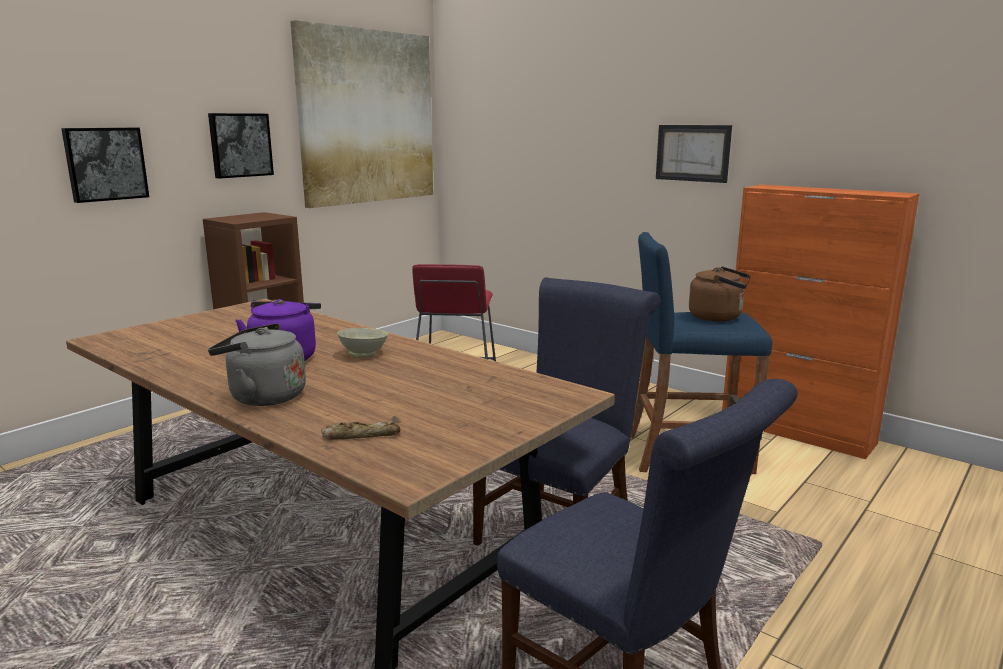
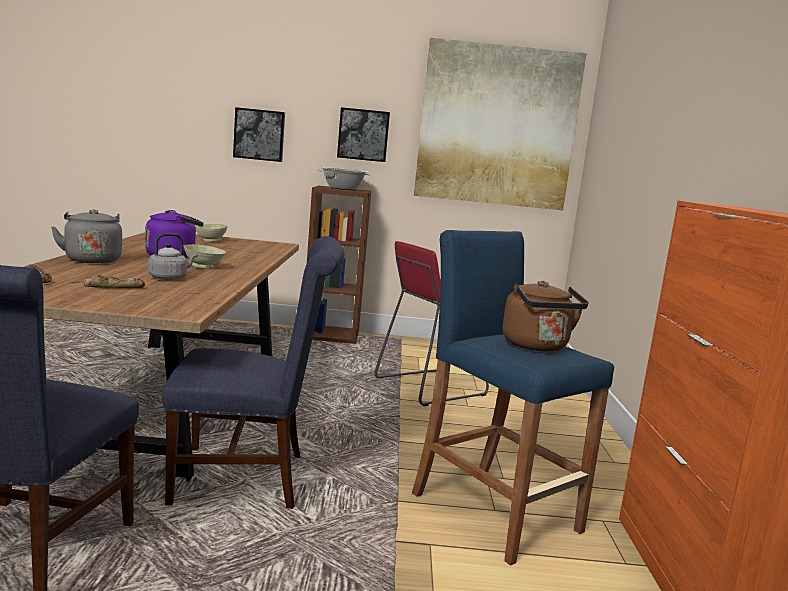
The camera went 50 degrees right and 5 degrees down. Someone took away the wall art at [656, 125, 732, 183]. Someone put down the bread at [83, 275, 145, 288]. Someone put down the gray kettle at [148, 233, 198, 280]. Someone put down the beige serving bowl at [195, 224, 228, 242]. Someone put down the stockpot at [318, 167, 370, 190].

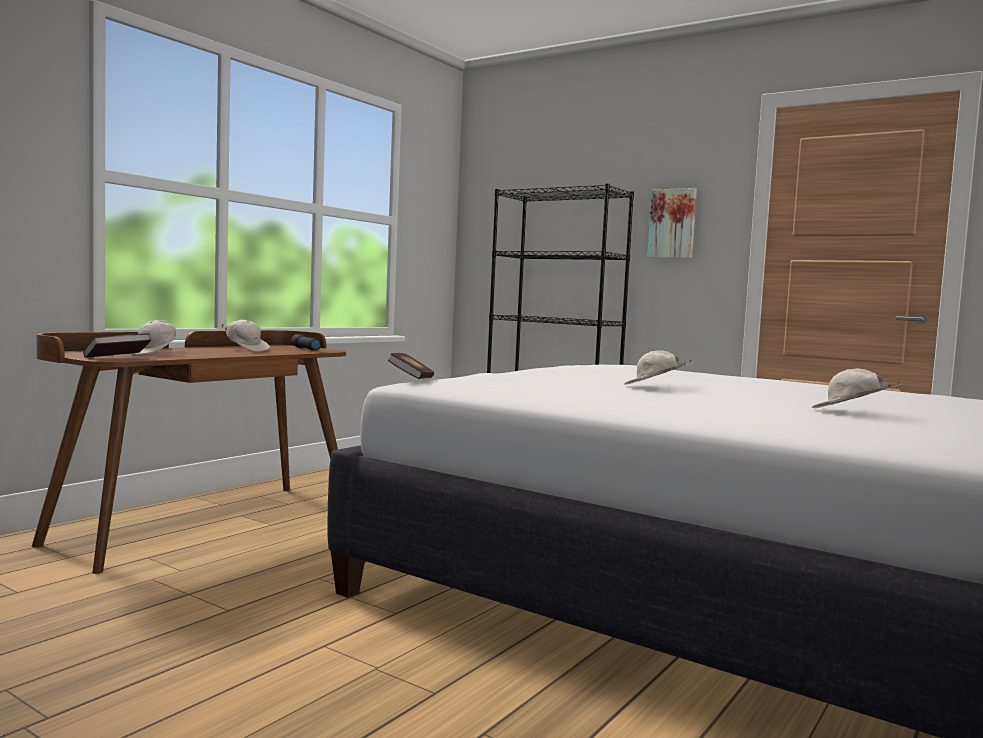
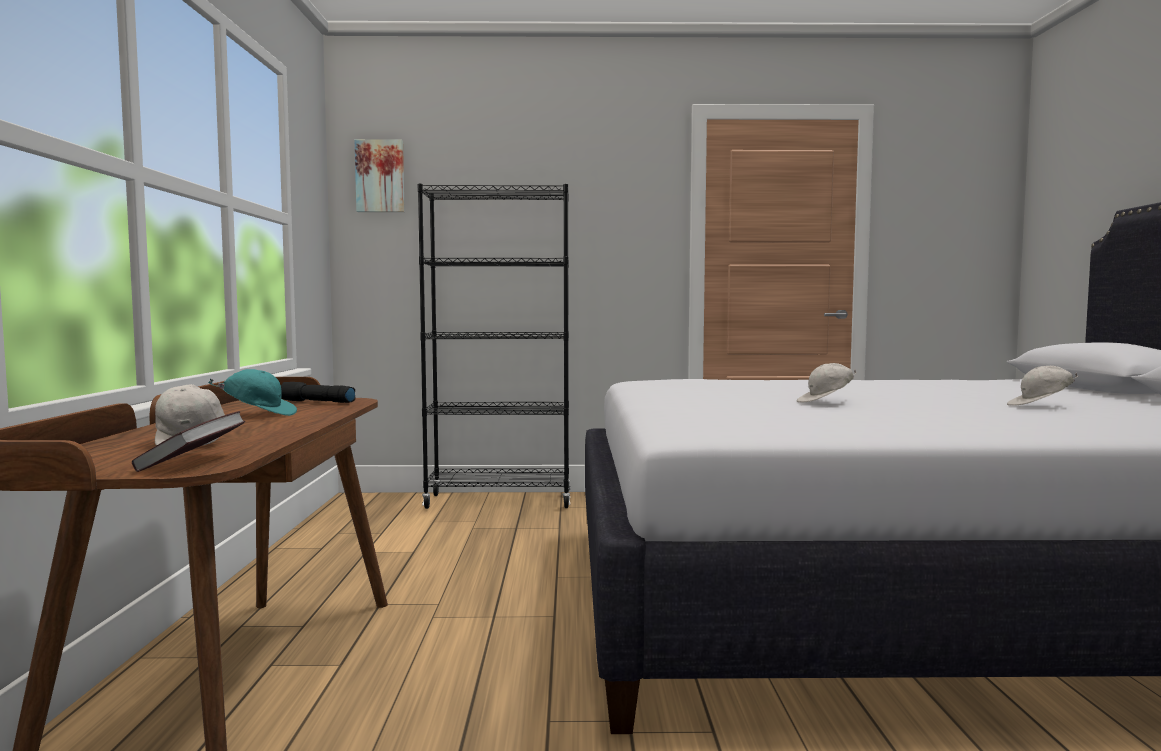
The camera went 35 degrees left and 0 degrees up. Someone repainted the white cap at [221, 320, 270, 352], which became the turquoise cap at [208, 369, 297, 416]. Someone took away the volume at [388, 353, 434, 379]. Someone carried the wall art from [647, 188, 697, 258] to [355, 139, 405, 212].

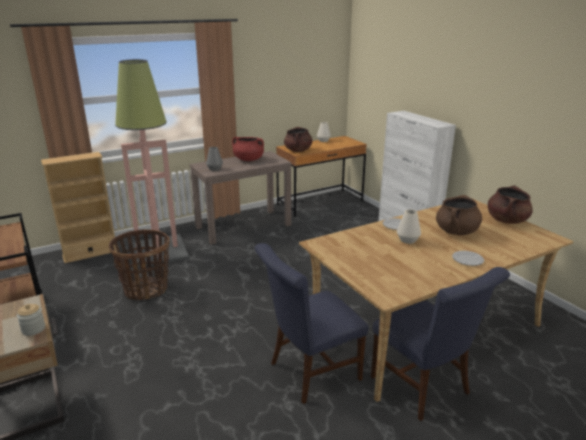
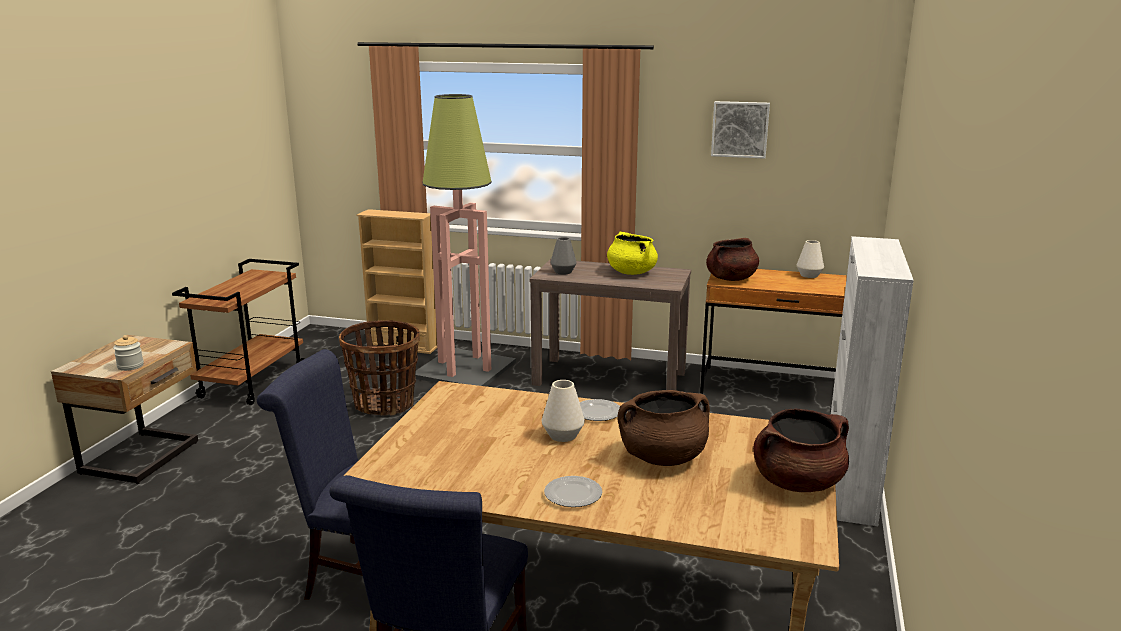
The camera went 45 degrees right and 5 degrees down. Someone repainted the reddish stockpot at [232, 137, 264, 161], which became the yellow stockpot at [607, 231, 658, 275]. Someone put up the wall art at [711, 101, 770, 159].

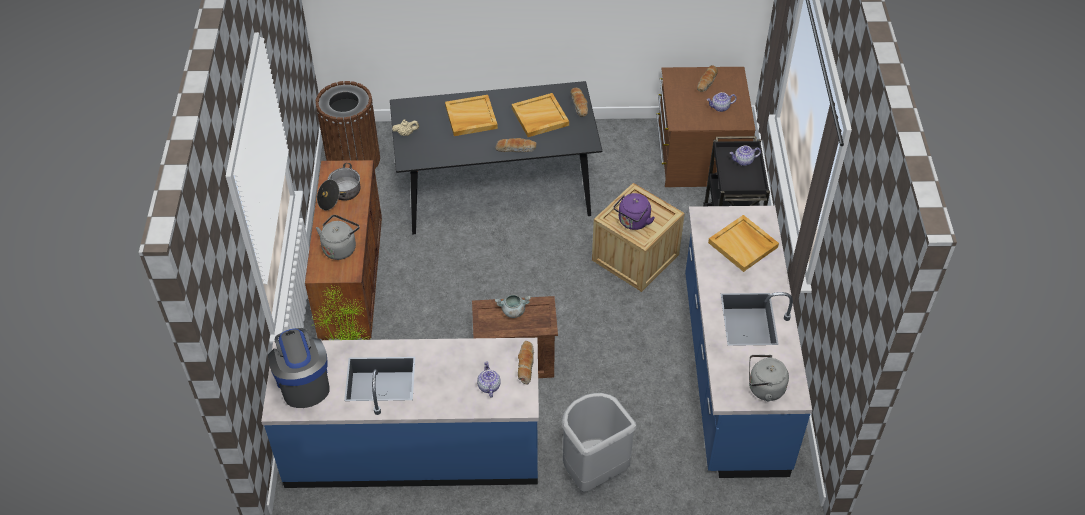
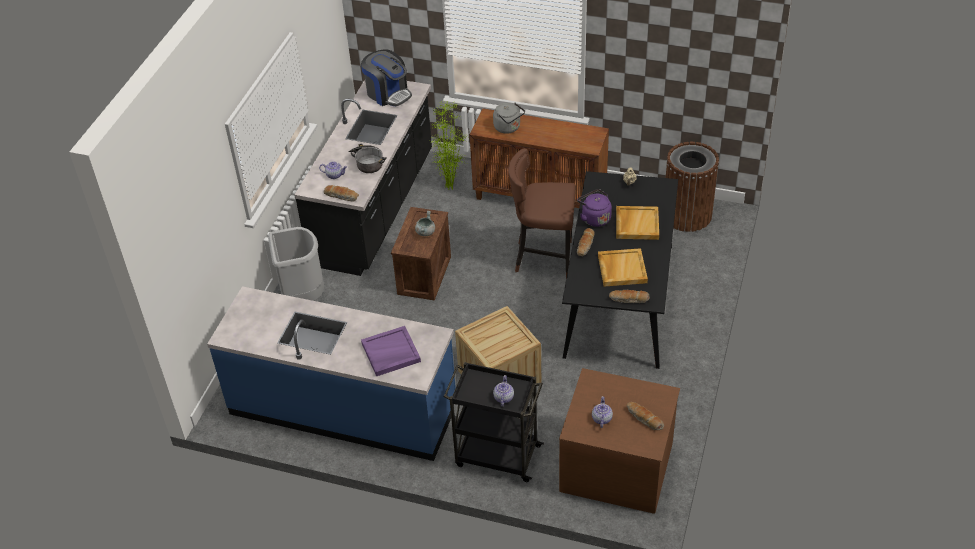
The camera went 110 degrees right and 5 degrees down. Someone repainted the blue kitchen counter at [261, 338, 539, 488], which became the blackish kitchen counter at [295, 80, 432, 276]. Someone rotated the coffee maker at [268, 328, 330, 408] by 45 degrees clockwise. Someone carried the stockpot from [317, 163, 361, 211] to [348, 144, 387, 173]. Someone carried the purple-coloured kettle from [614, 193, 655, 230] to [577, 189, 612, 227]. Someone repainted the beige carrying tray at [708, 215, 779, 272], which became the purple-coloured carrying tray at [361, 326, 421, 376]. Someone took away the gray kettle at [749, 355, 789, 401]. Someone put down the brown stool seat at [508, 148, 576, 278].

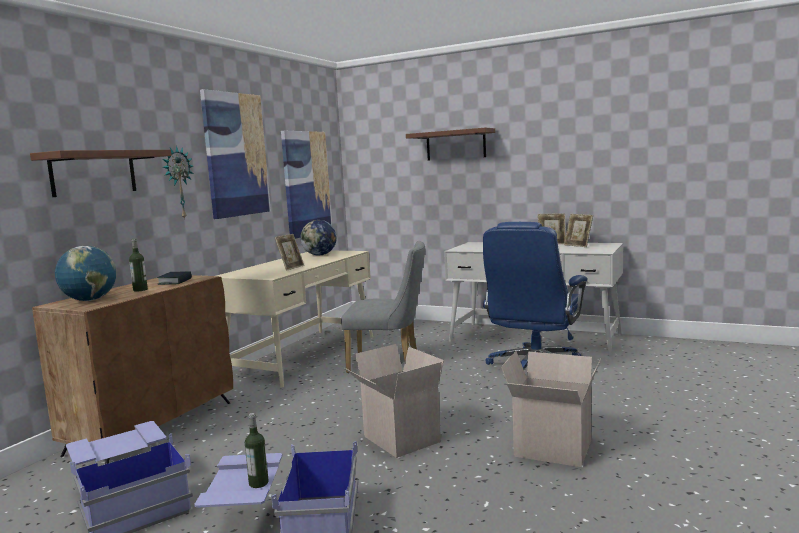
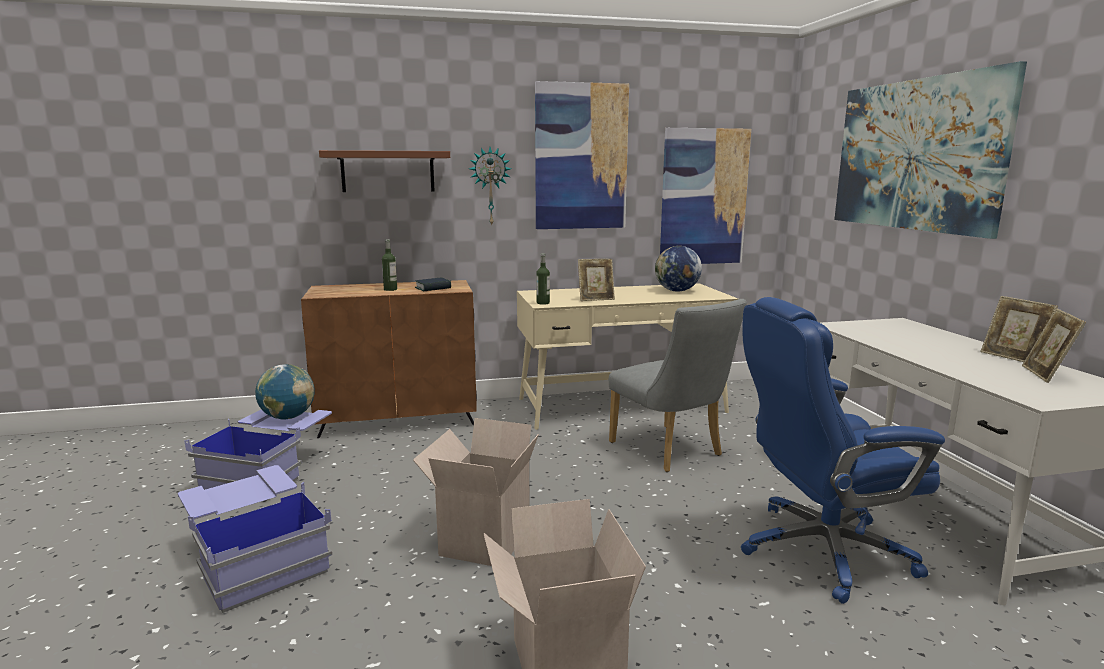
The camera went 50 degrees right and 5 degrees up. Someone carried the desk globe from [55, 246, 117, 301] to [255, 364, 315, 420]. Someone carried the beverage bottle from [245, 413, 269, 488] to [536, 253, 550, 305]. Someone swapped the brown wall shelf at [406, 128, 495, 161] for the wall art at [834, 61, 1027, 239].

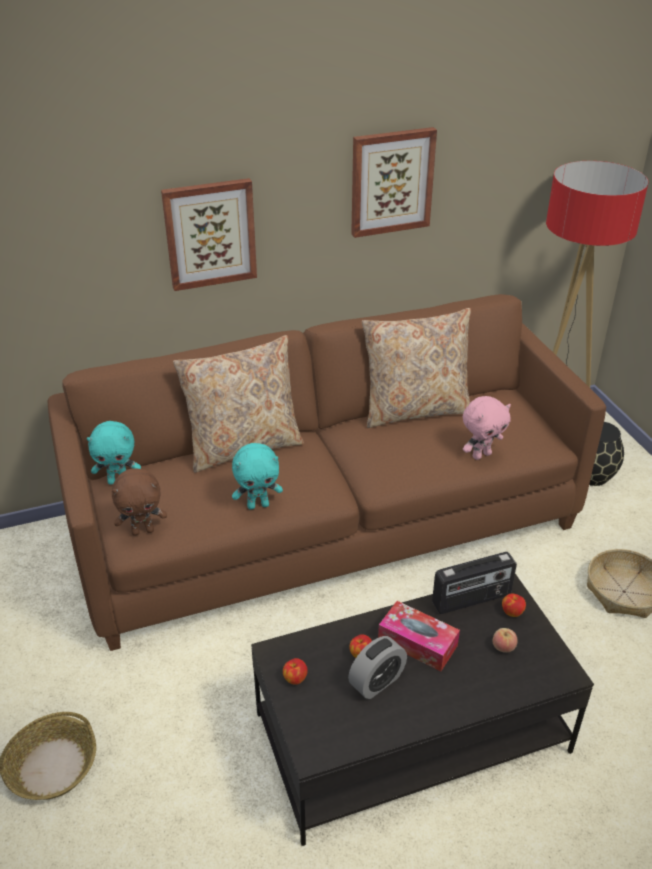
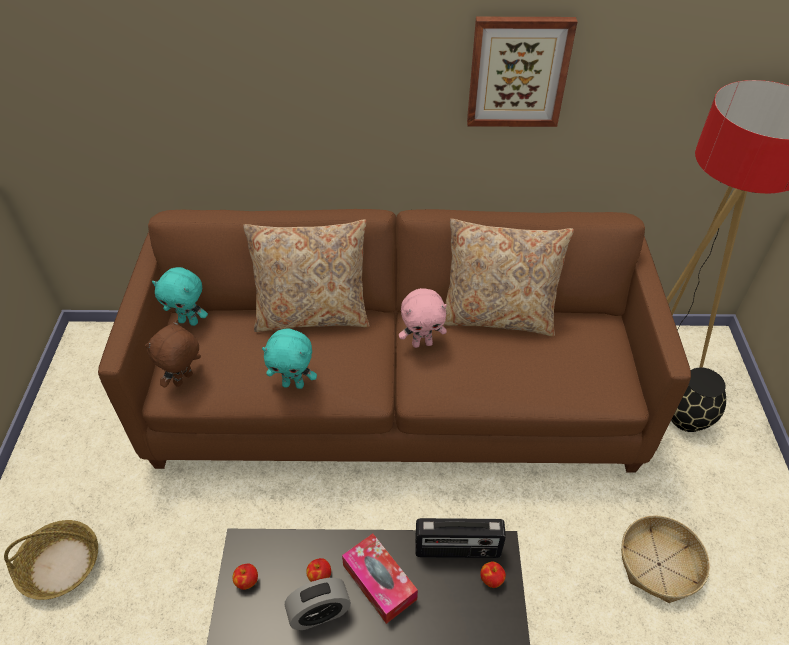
The camera went 20 degrees right and 10 degrees up. Someone rotated the brown plush toy at [112, 468, 167, 536] by 120 degrees clockwise. Someone took away the wall art at [161, 178, 257, 291]. Someone carried the pinkish plush toy from [463, 396, 511, 460] to [399, 288, 447, 348]. Someone took away the whole apple at [492, 628, 518, 652].

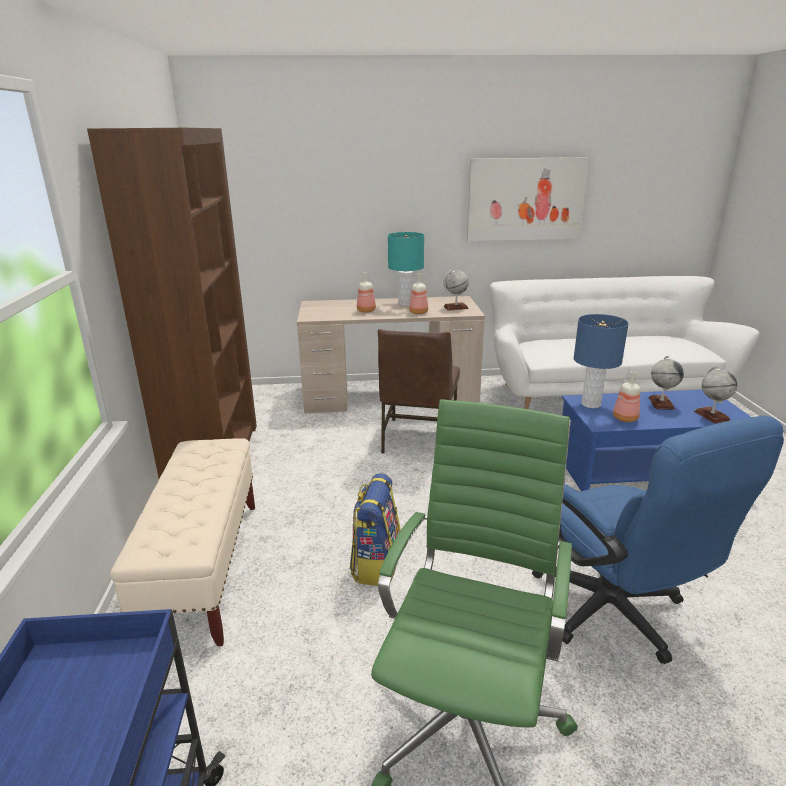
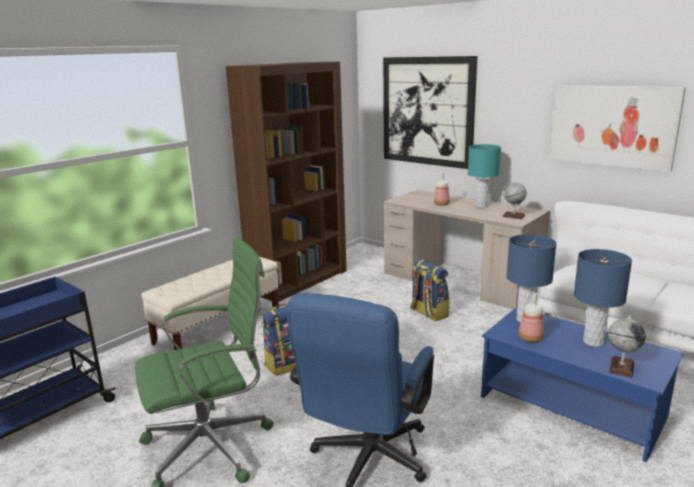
The camera went 45 degrees right and 5 degrees down. Someone swapped the brown plain chair at [378, 329, 460, 453] for the knapsack at [411, 259, 449, 321]. Someone took away the beverage bottle at [409, 273, 428, 314]. Someone swapped the desk globe at [648, 356, 684, 410] for the blue table lamp at [574, 249, 632, 347]. Someone put up the wall art at [383, 56, 477, 169].

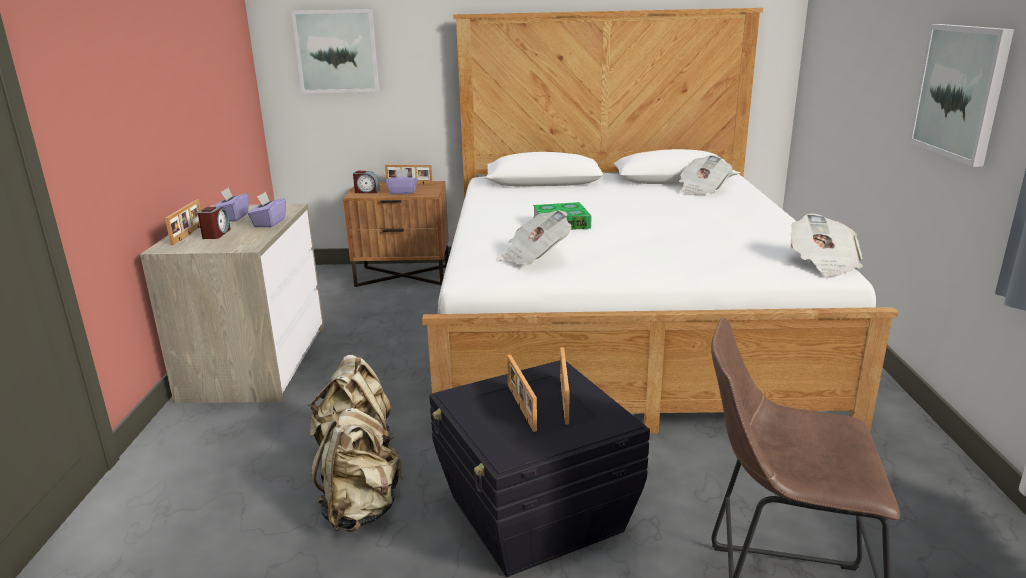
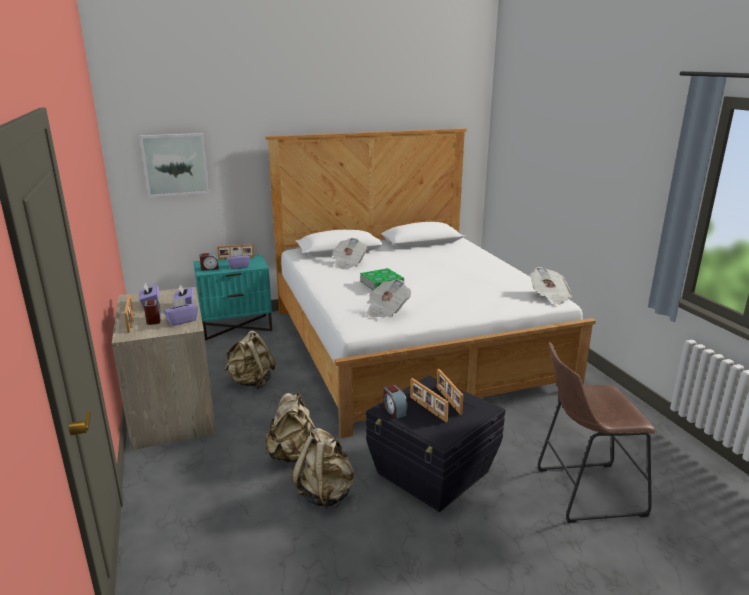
The camera went 20 degrees left and 0 degrees up. Someone repainted the brown bedside table at [343, 181, 449, 287], which became the turquoise bedside table at [194, 254, 272, 341]. Someone carried the daily paper from [679, 155, 733, 195] to [332, 238, 368, 269]. Someone took away the wall art at [909, 24, 1014, 167]. Someone put down the purple-coloured tissue holder at [163, 297, 198, 326]. Someone put down the beige knapsack at [224, 330, 276, 389]. Someone put down the alarm clock at [384, 385, 408, 419].

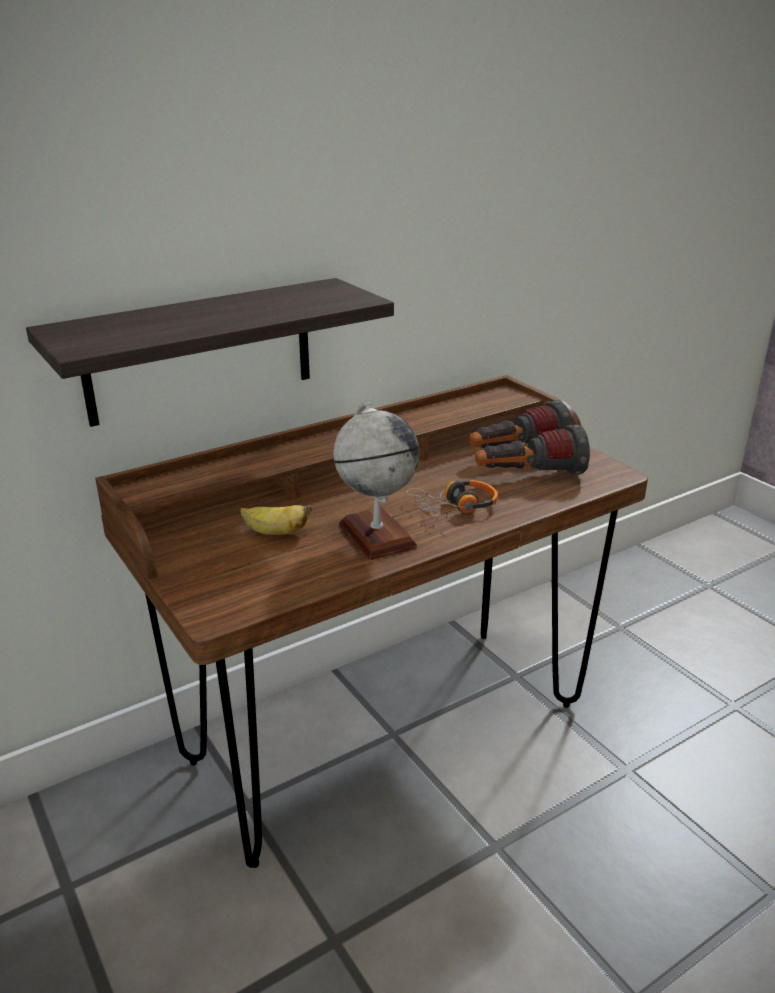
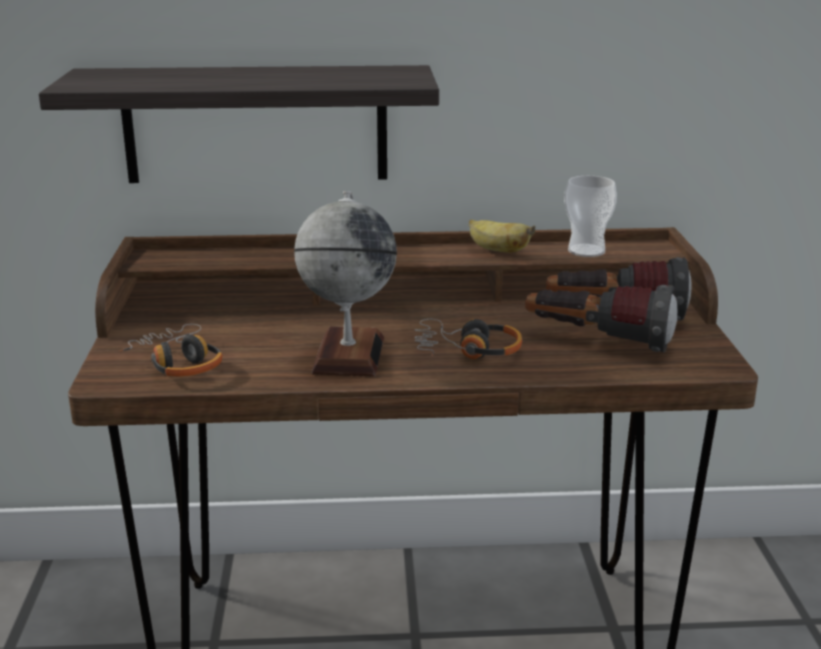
The camera went 30 degrees right and 5 degrees down. Someone carried the banana from [240, 505, 312, 535] to [469, 219, 535, 253]. Someone put down the headset at [119, 324, 223, 377]. Someone put down the drinking cup at [564, 176, 617, 257].

